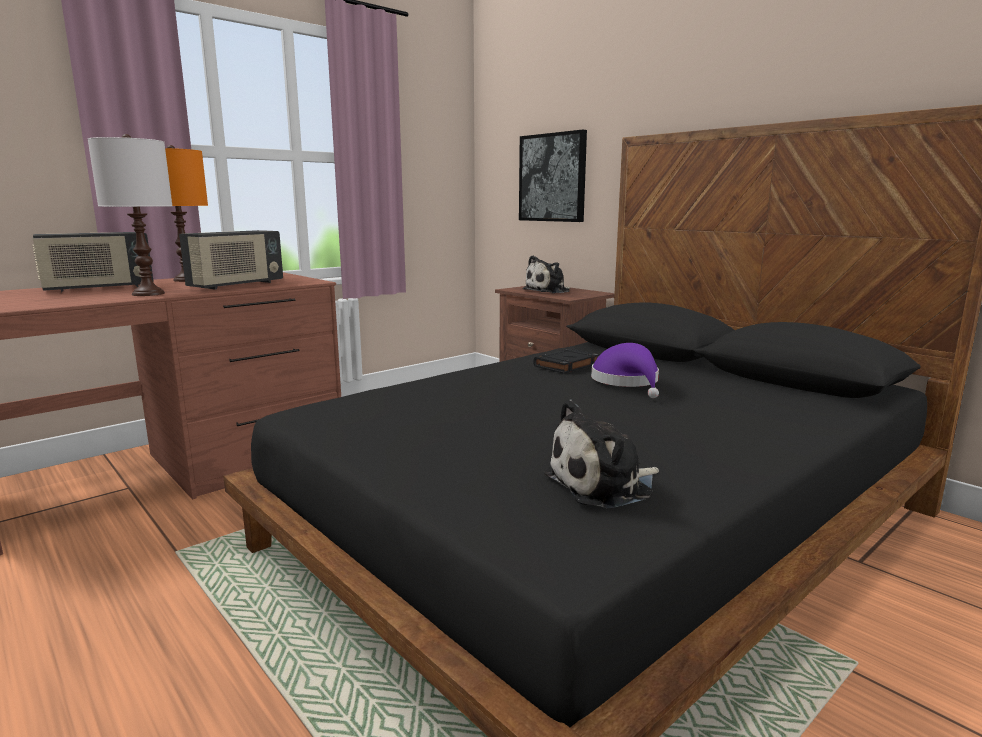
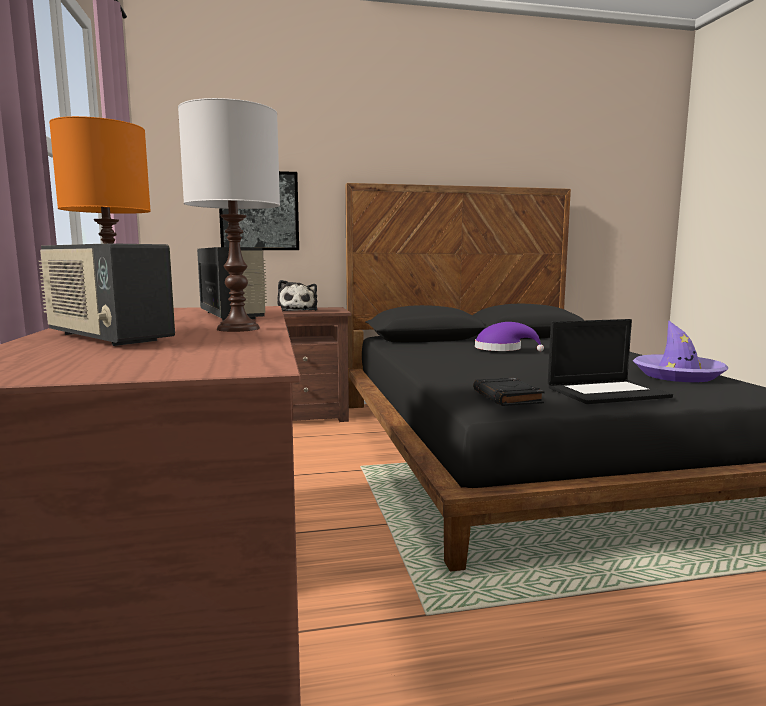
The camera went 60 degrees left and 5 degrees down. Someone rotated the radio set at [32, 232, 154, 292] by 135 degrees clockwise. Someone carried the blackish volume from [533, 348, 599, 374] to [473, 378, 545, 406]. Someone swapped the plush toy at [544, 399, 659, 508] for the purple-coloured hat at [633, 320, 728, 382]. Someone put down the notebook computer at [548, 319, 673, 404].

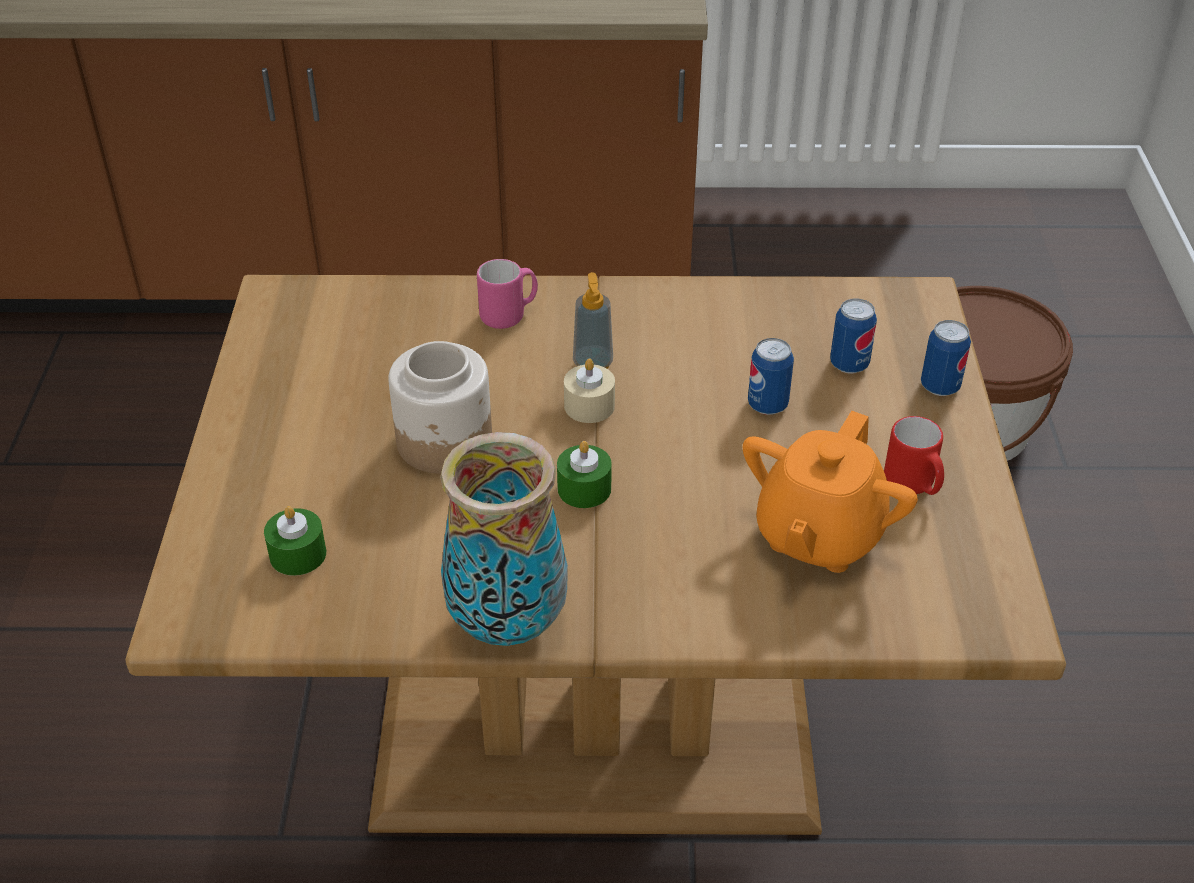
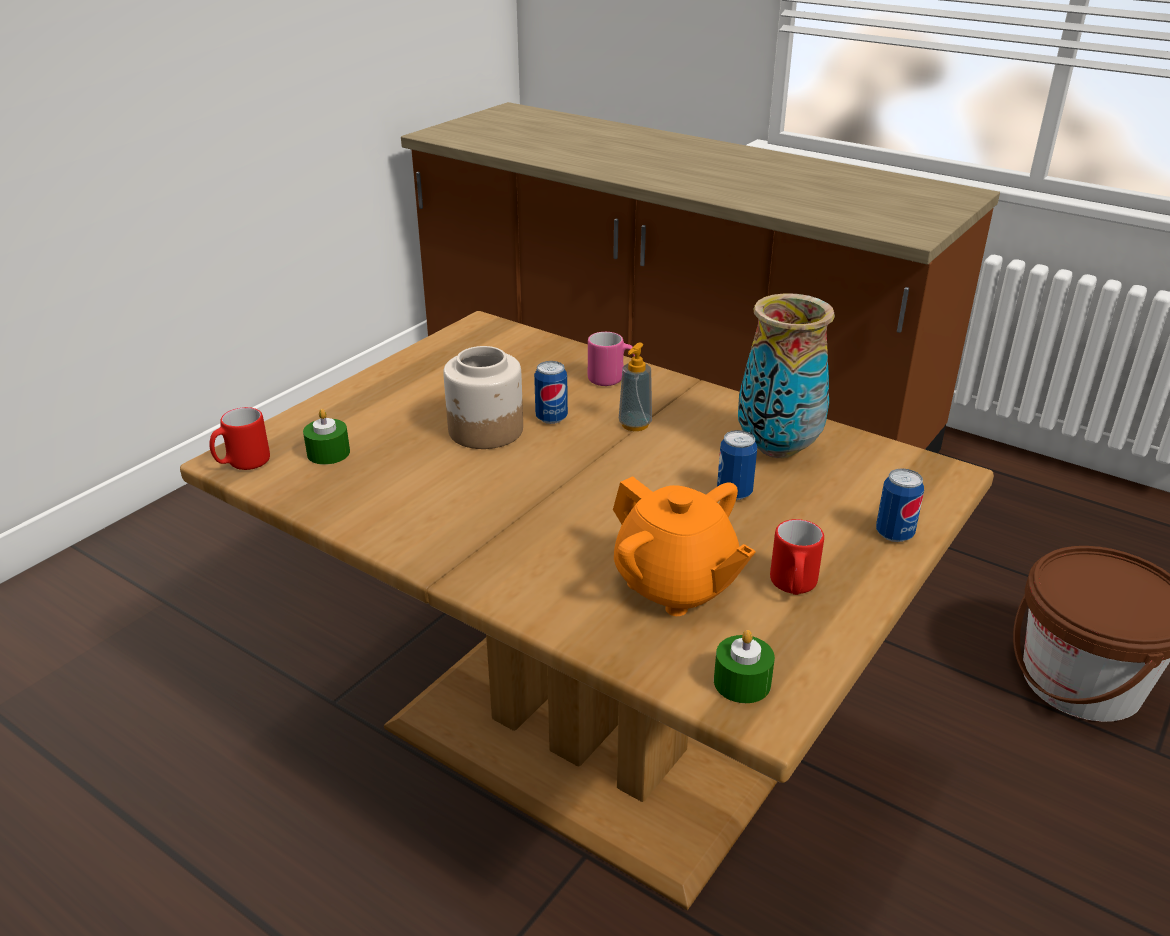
The camera went 35 degrees right and 10 degrees down. Someone carried the flower vase from [440, 432, 568, 646] to [738, 293, 835, 458]. Someone carried the greenish wax candle from [557, 441, 612, 508] to [714, 630, 775, 703]. Someone took away the beige wax candle at [564, 358, 615, 423]. Someone rotated the orange teapot at [743, 410, 918, 573] by 105 degrees counterclockwise. Someone carried the can from [830, 298, 877, 373] to [534, 361, 568, 424]. Someone put down the reddish coffee mug at [209, 407, 270, 470].

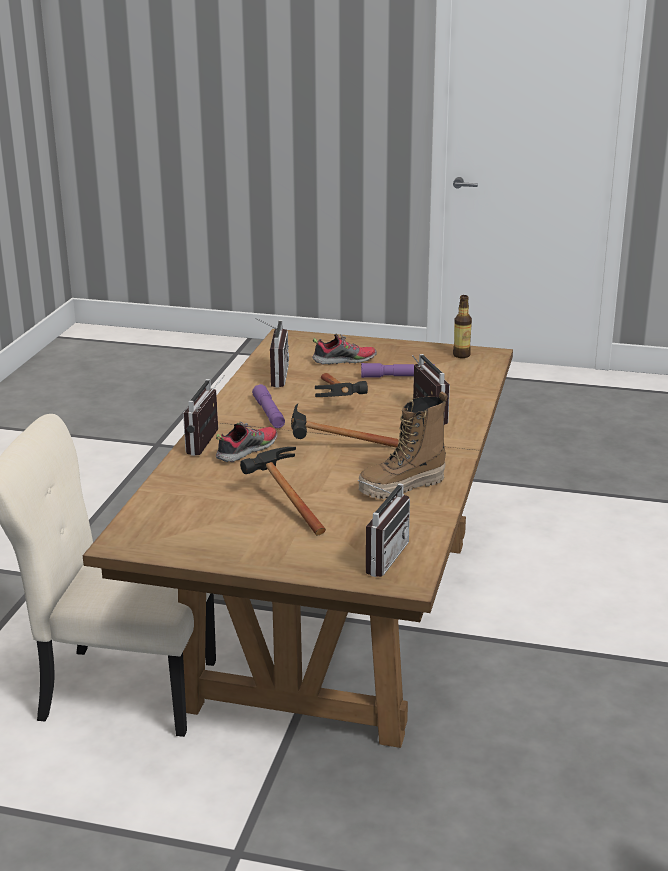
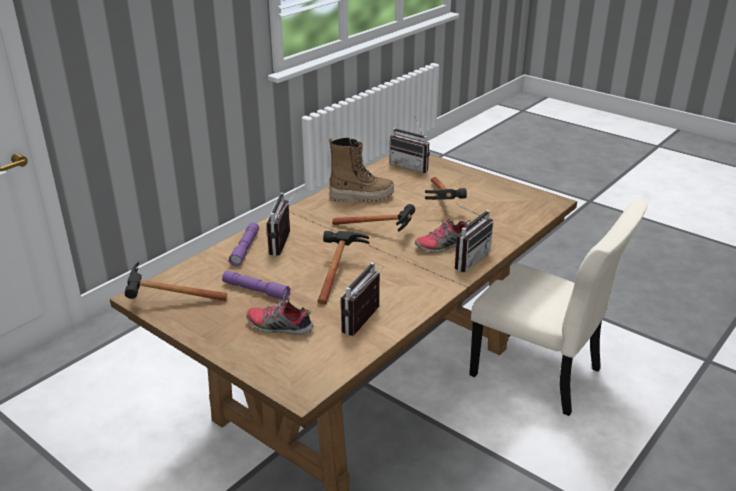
The camera went 155 degrees left and 5 degrees up. Someone carried the purple-coloured flashlight from [252, 384, 285, 428] to [229, 223, 259, 266]. Someone rotated the radio set at [358, 480, 410, 577] by 105 degrees counterclockwise. Someone swapped the beverage bottle at [453, 295, 472, 358] for the tool hammer at [125, 262, 227, 301].

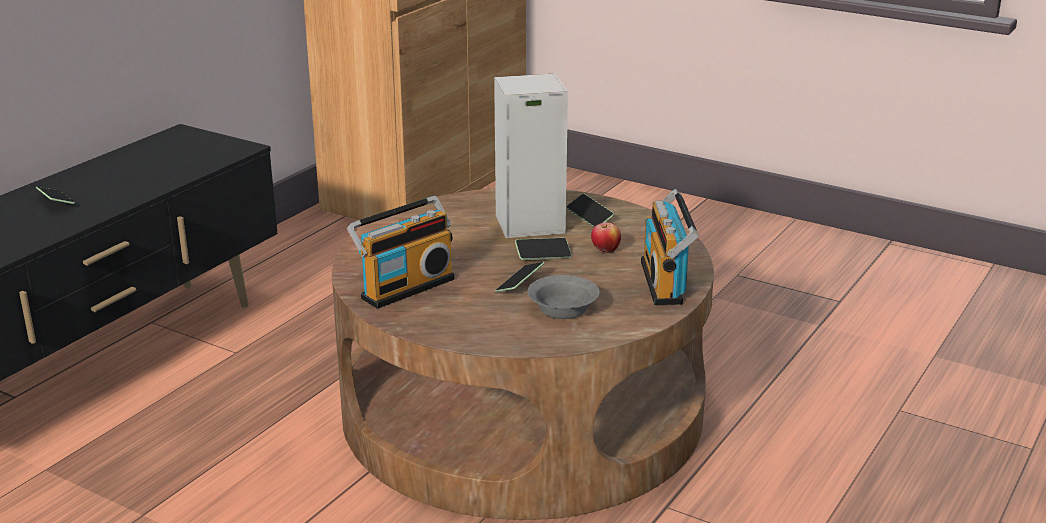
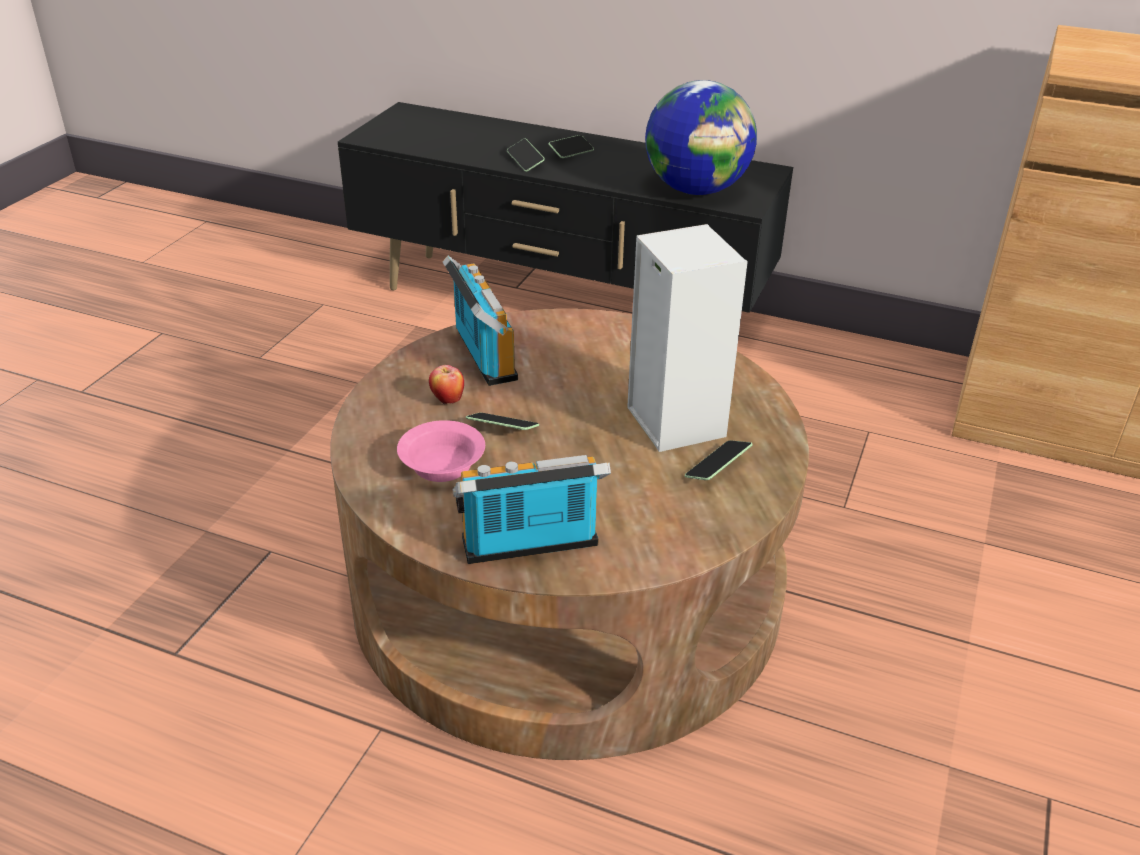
The camera went 80 degrees right and 10 degrees up. Someone rotated the radio set at [347, 196, 454, 309] by 150 degrees counterclockwise. Someone carried the telephone from [515, 238, 572, 260] to [507, 139, 545, 172]. Someone repainted the gray serving bowl at [528, 275, 600, 319], which became the pinkish serving bowl at [397, 420, 485, 482]. Someone carried the whole apple from [591, 223, 621, 253] to [429, 365, 464, 404]. Someone put down the desk globe at [645, 80, 757, 195].

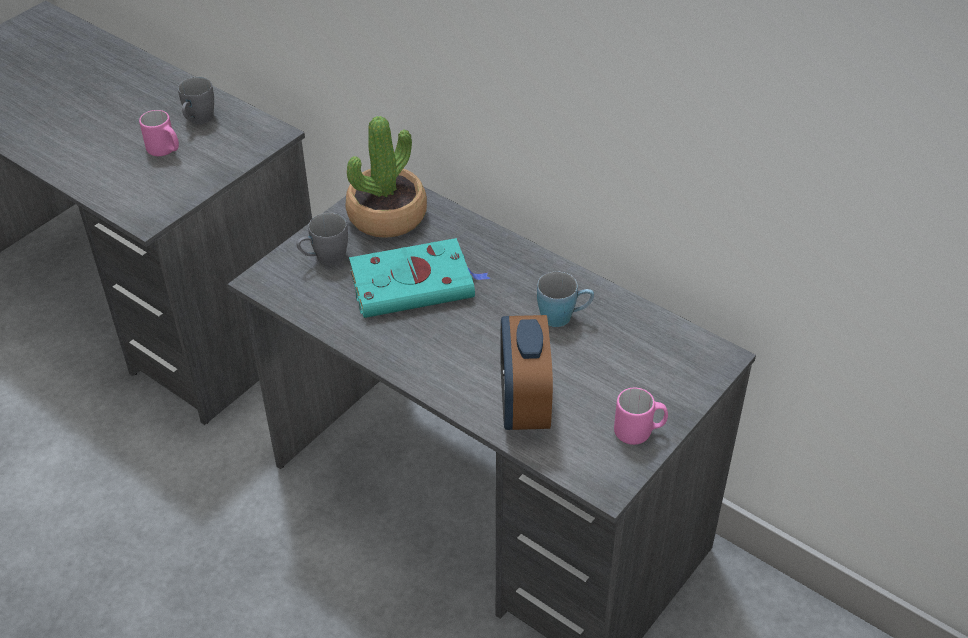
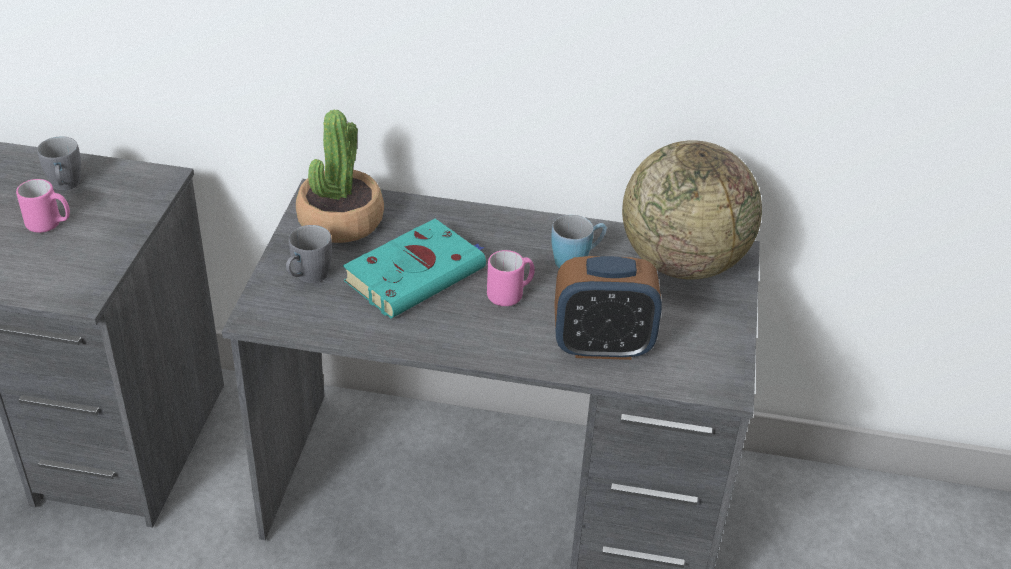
The camera went 30 degrees left and 5 degrees down. Someone rotated the alarm clock at [500, 315, 553, 430] by 60 degrees counterclockwise. Someone carried the pinkish coffee mug from [614, 388, 668, 445] to [487, 250, 535, 306]. Someone put down the desk globe at [622, 140, 762, 280].

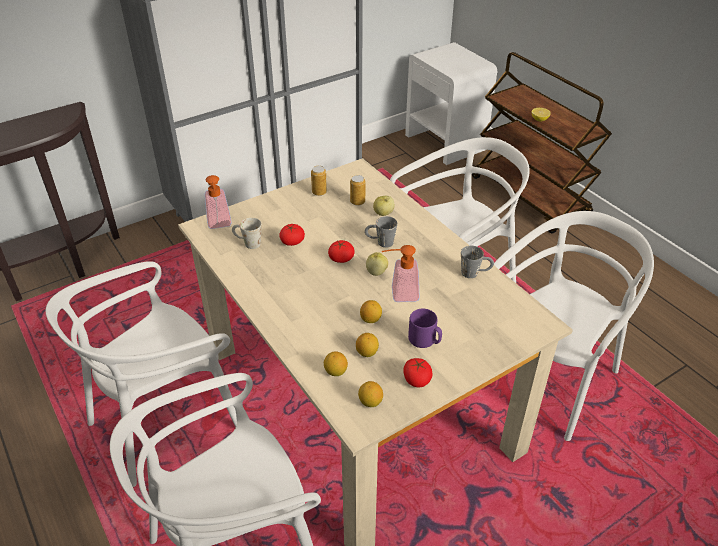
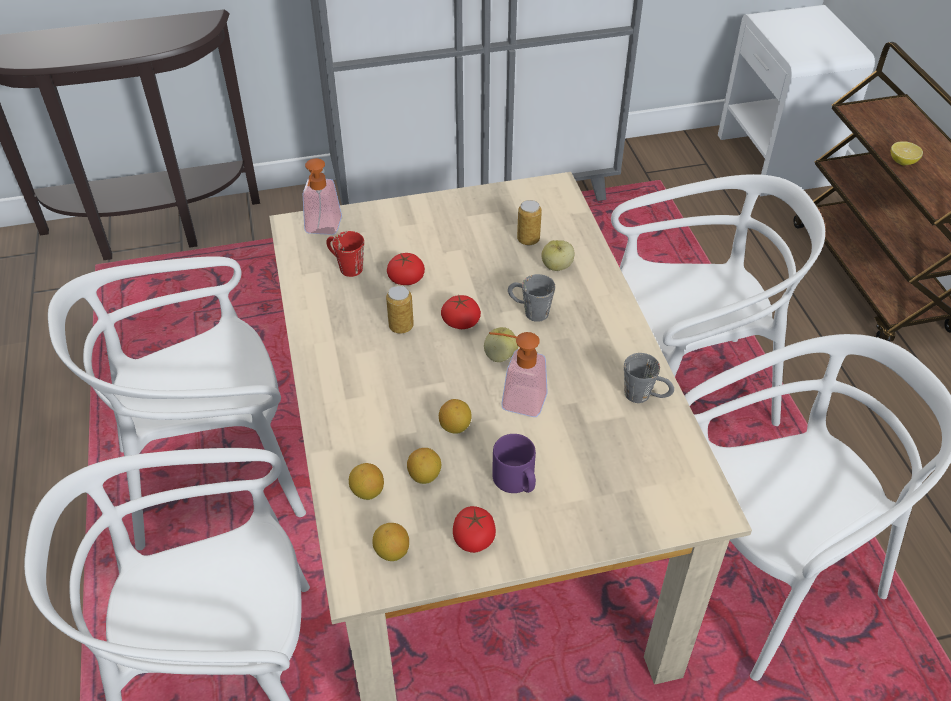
The camera went 20 degrees right and 5 degrees up. Someone repainted the white coffee mug at [232, 218, 262, 249], which became the reddish coffee mug at [326, 231, 364, 277]. Someone carried the can from [311, 166, 327, 196] to [386, 285, 414, 334].

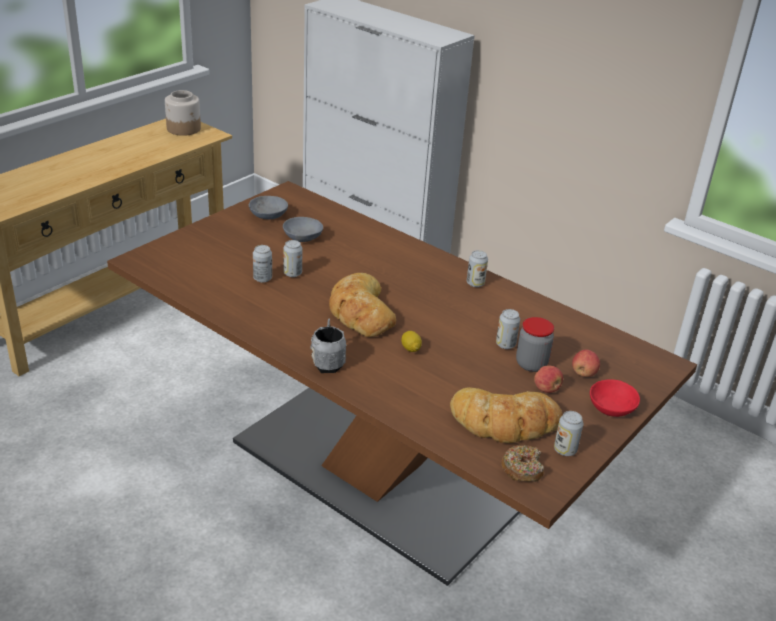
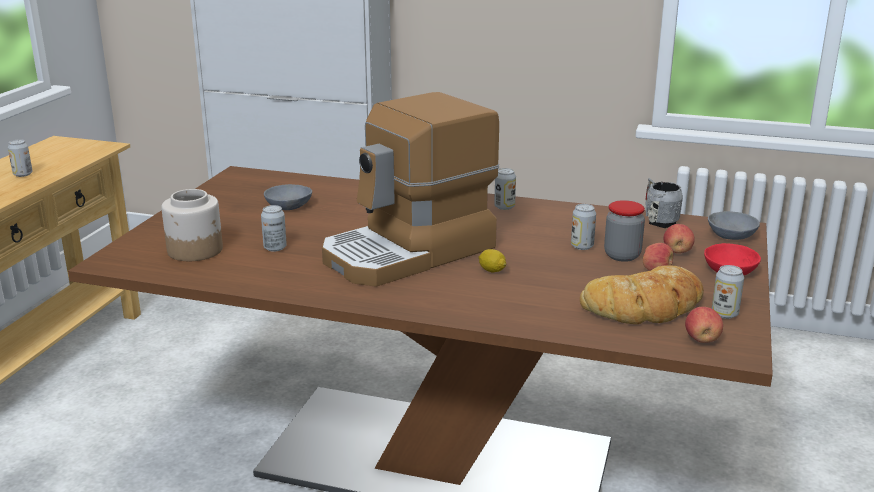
The camera went 20 degrees left and 10 degrees down. Someone carried the storage jar from [165, 90, 201, 136] to [161, 189, 223, 261]. Someone carried the gray serving bowl from [249, 196, 288, 219] to [708, 211, 760, 240]. Someone carried the can from [283, 240, 302, 277] to [8, 139, 33, 177]. Someone carried the gray coffee mug from [310, 319, 346, 373] to [645, 178, 683, 228]. Someone swapped the bread at [329, 273, 396, 337] for the coffee maker at [322, 92, 499, 287]. Someone swapped the ring doughnut at [502, 445, 544, 482] for the whole apple at [685, 307, 723, 343].

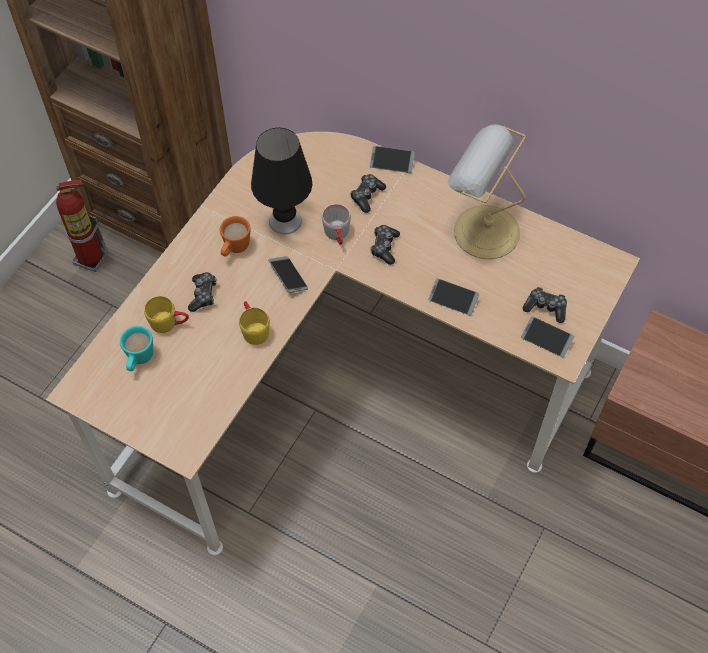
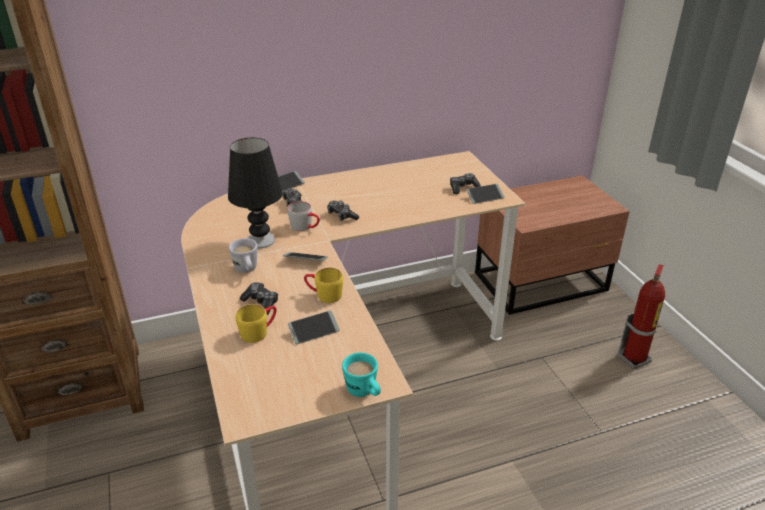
The camera went 50 degrees left and 25 degrees down. Someone carried the fire extinguisher from [56, 180, 108, 272] to [618, 264, 665, 369]. Someone carried the turquoise coffee mug from [120, 326, 153, 371] to [342, 353, 381, 397]. Someone repainted the orange coffee mug at [220, 216, 250, 256], which became the white coffee mug at [229, 238, 258, 273]. Someone carried the telephone from [428, 278, 479, 315] to [288, 311, 340, 344]. Someone took away the table lamp at [448, 124, 526, 259].

